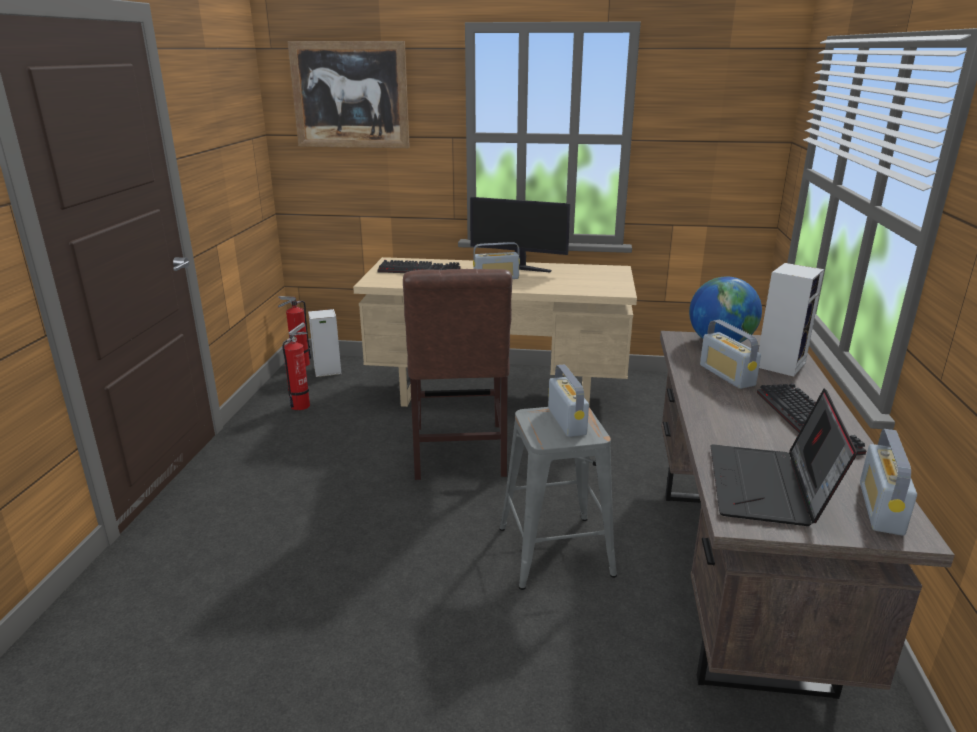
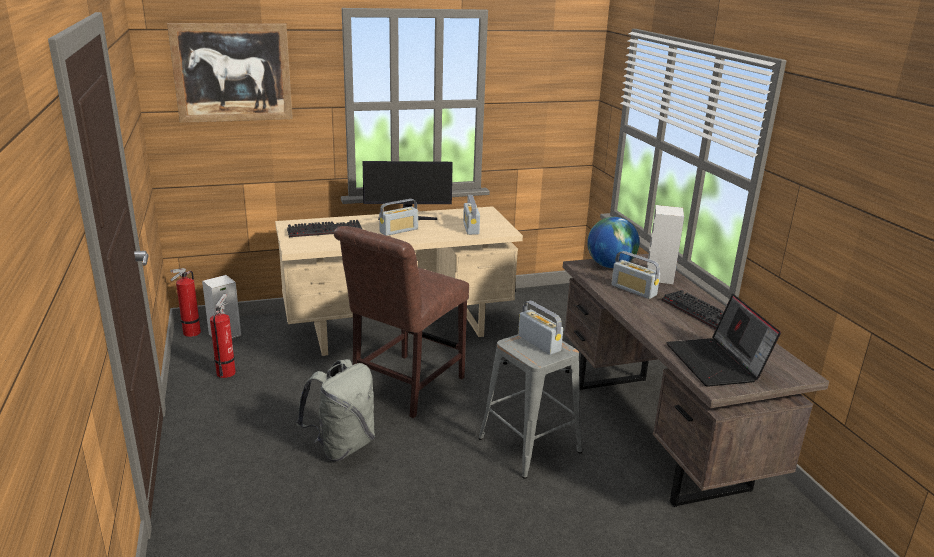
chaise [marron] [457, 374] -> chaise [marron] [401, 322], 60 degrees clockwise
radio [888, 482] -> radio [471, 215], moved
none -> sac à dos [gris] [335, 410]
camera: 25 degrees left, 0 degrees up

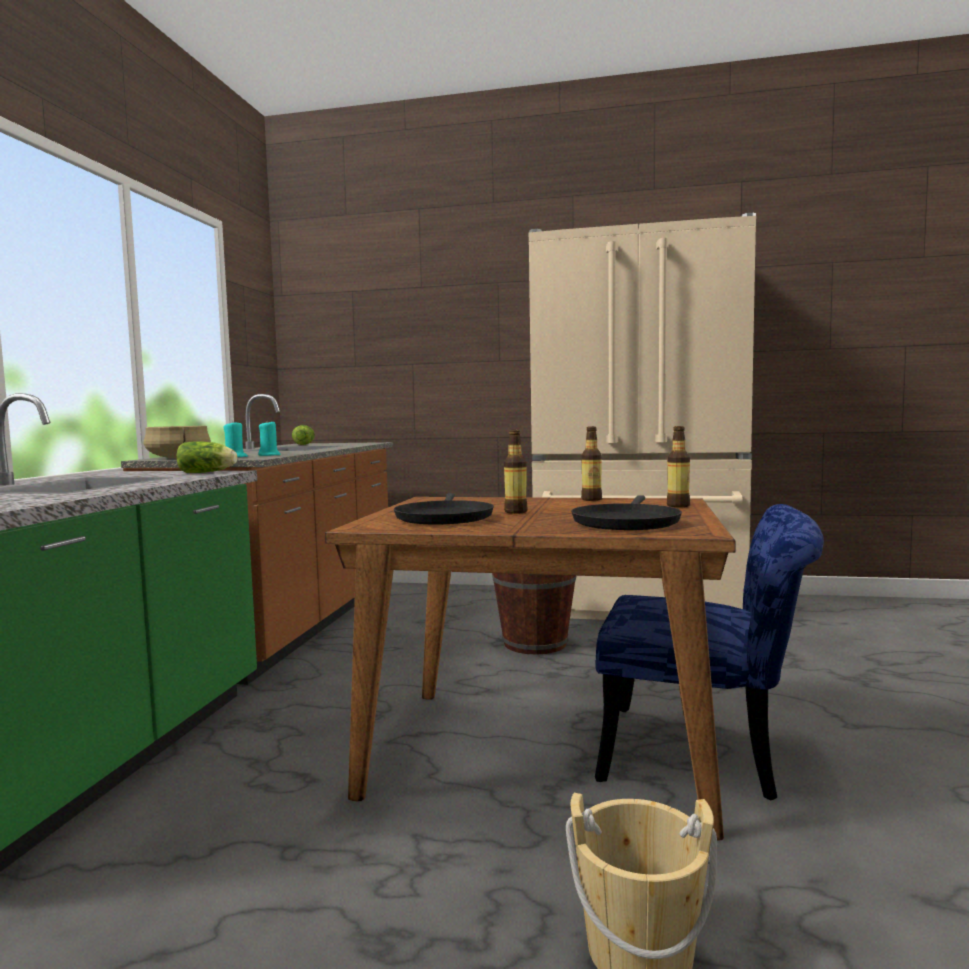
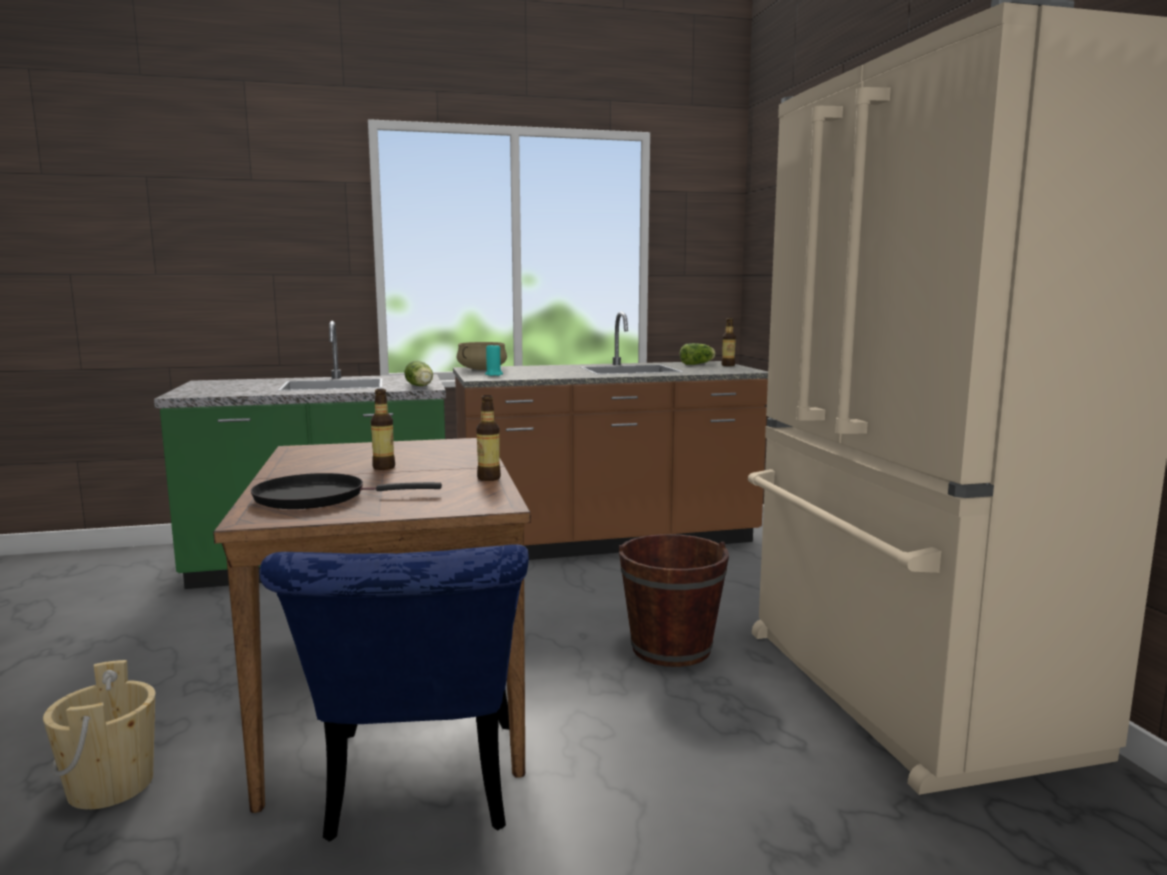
bougie [turquoise] [269, 438] -> none
poêle [noir] [444, 508] -> none
bouteille [678, 466] -> bouteille [728, 342], moved
camera: 65 degrees right, 5 degrees up

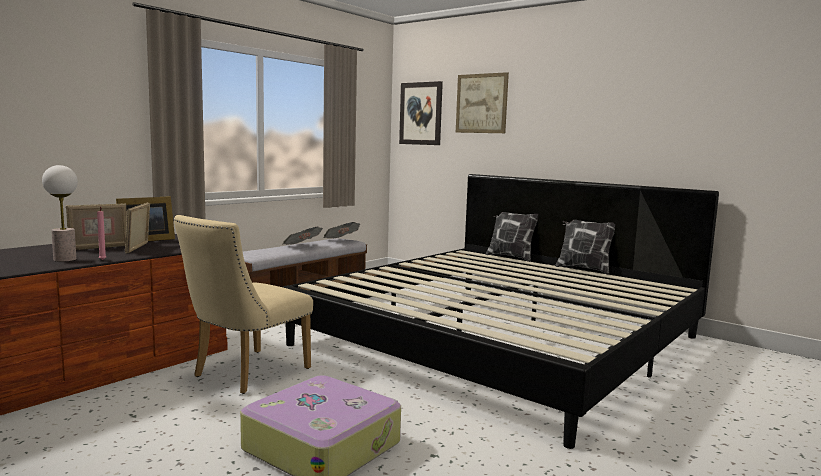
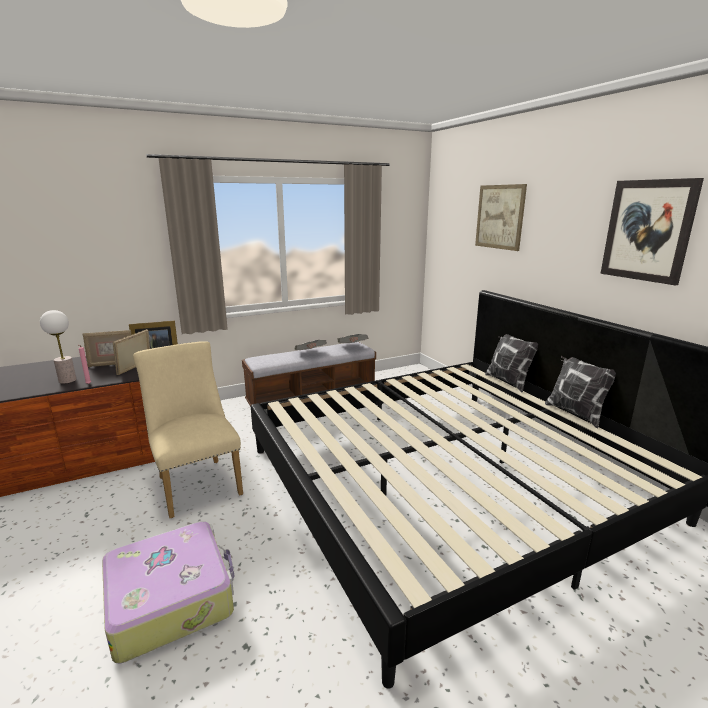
chaise [beige] [243, 304] -> chaise [beige] [188, 429], 90 degrees clockwise
tableau [421, 113] -> tableau [652, 231], moved
camera: 25 degrees right, 10 degrees up

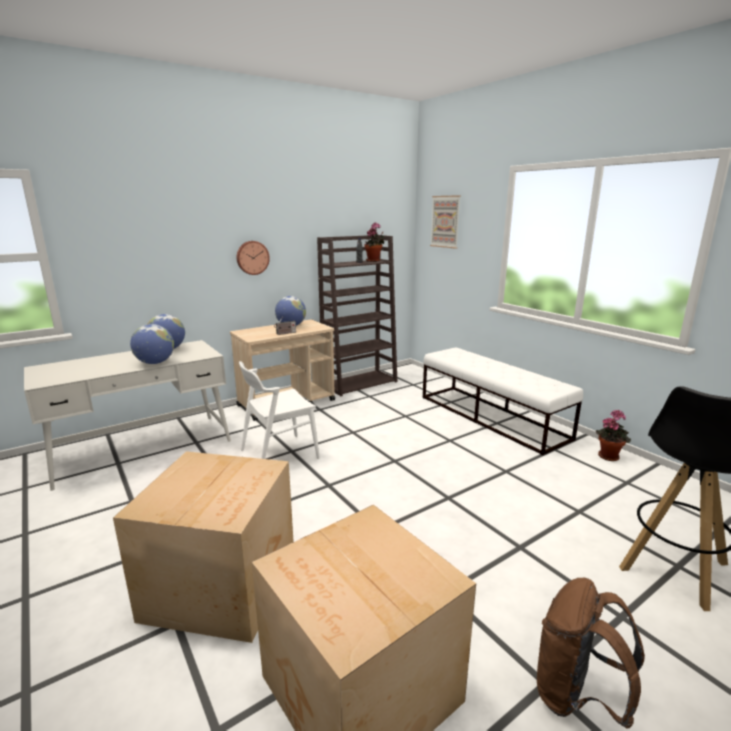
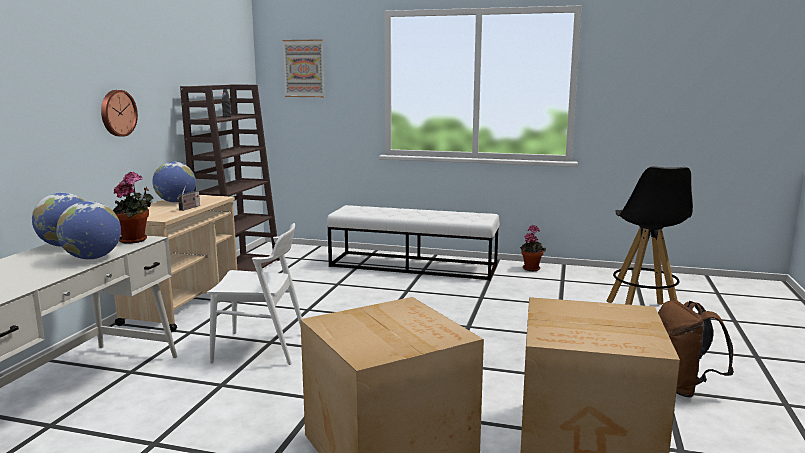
chaise [blanc] [279, 410] -> chaise [blanc] [254, 294], 105 degrees counterclockwise
plante en pot [374, 242] -> plante en pot [133, 208], moved
camera: 40 degrees left, 5 degrees down

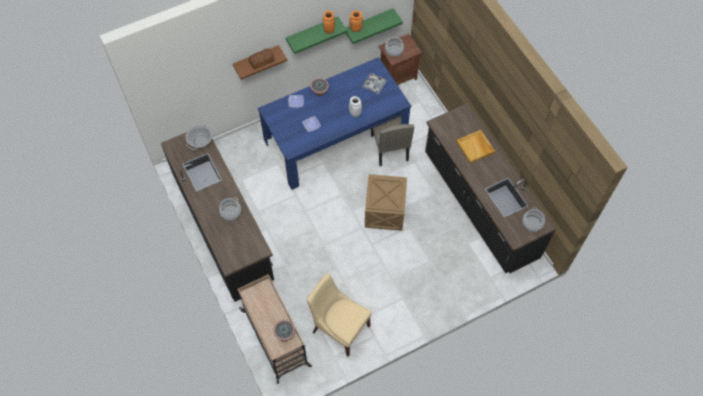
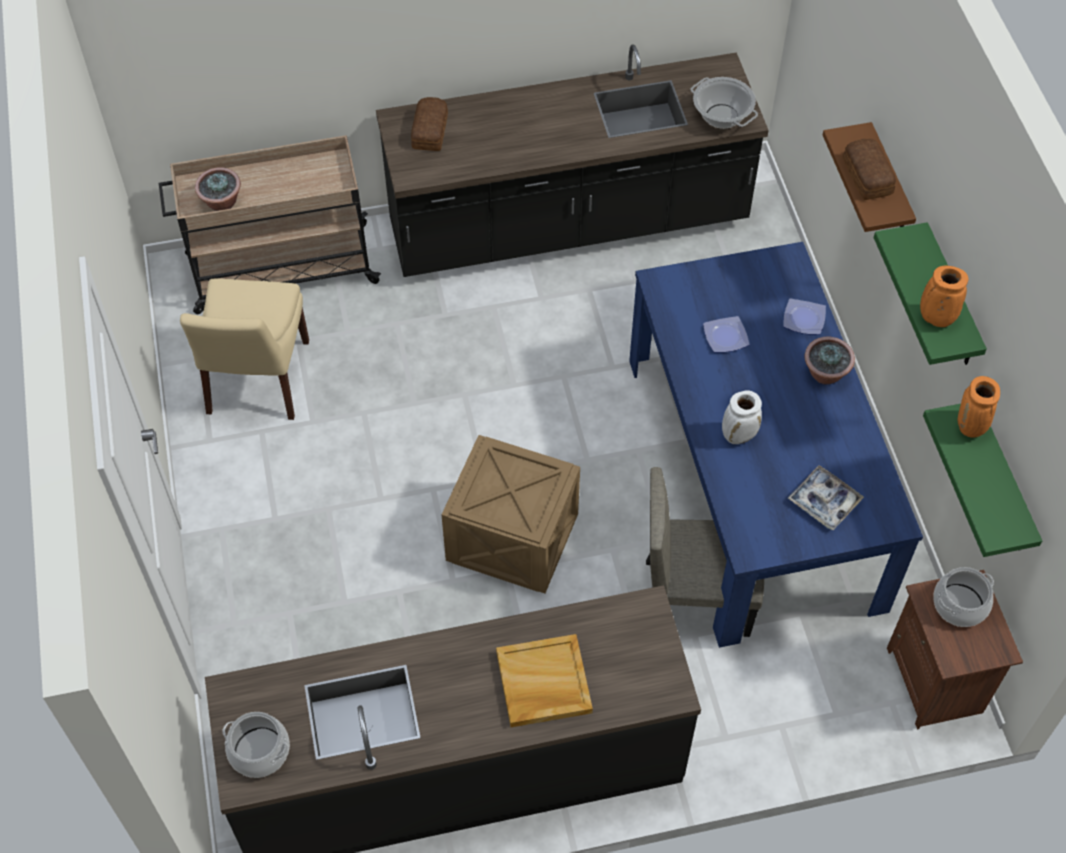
marmite [230, 209] -> none
chaise [beige] [339, 315] -> chaise [beige] [244, 349], 135 degrees clockwise
none -> pain [429, 124]
camera: 105 degrees right, 5 degrees down

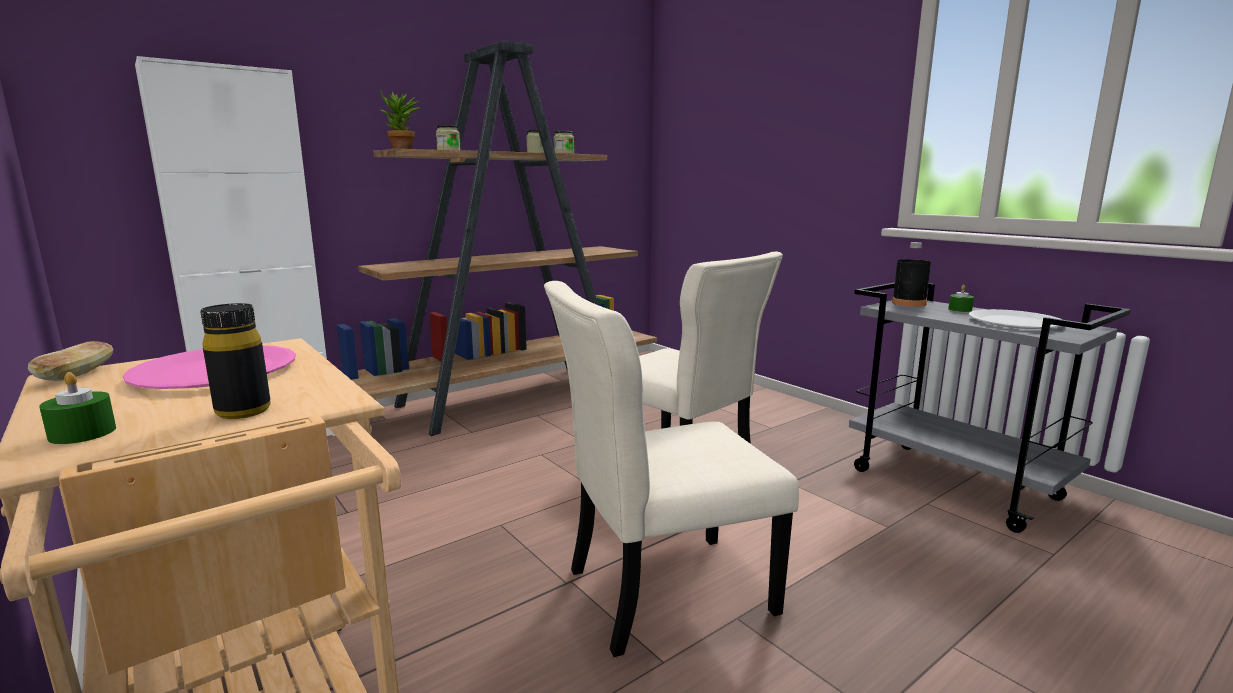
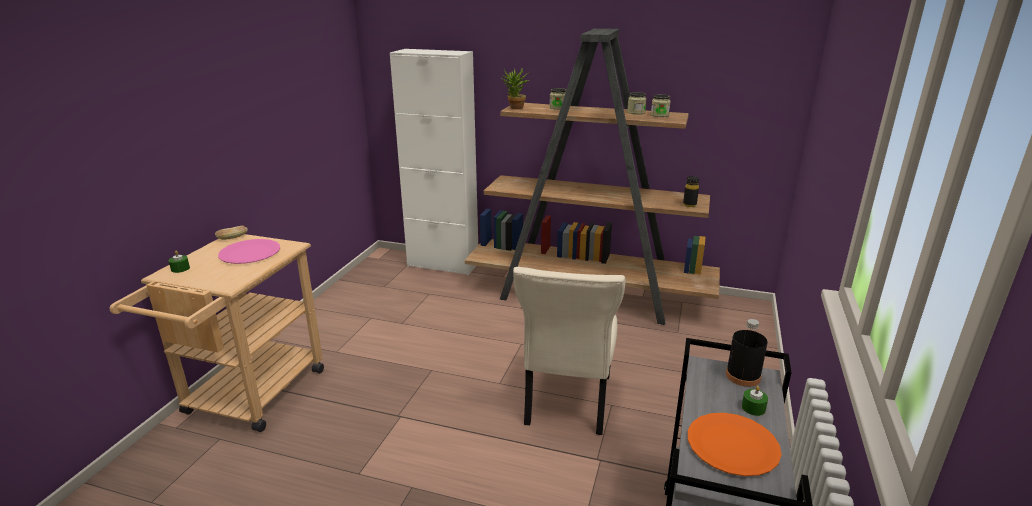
bouteille [noir] [236, 361] -> bouteille [noir] [691, 191], moved
chaise [beige] [671, 469] -> none
assiette [blanc] [1015, 319] -> assiette [orange] [735, 444]
camera: 55 degrees right, 10 degrees up

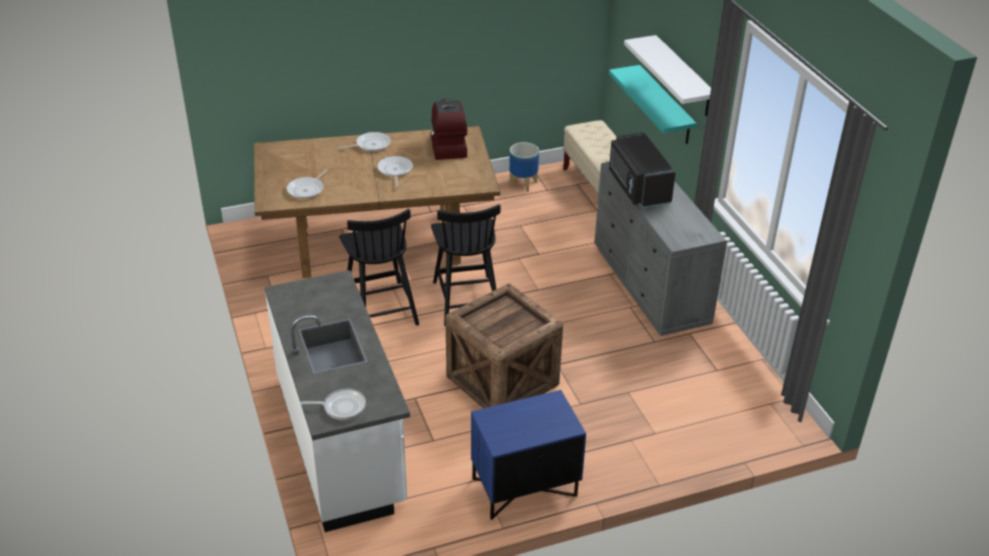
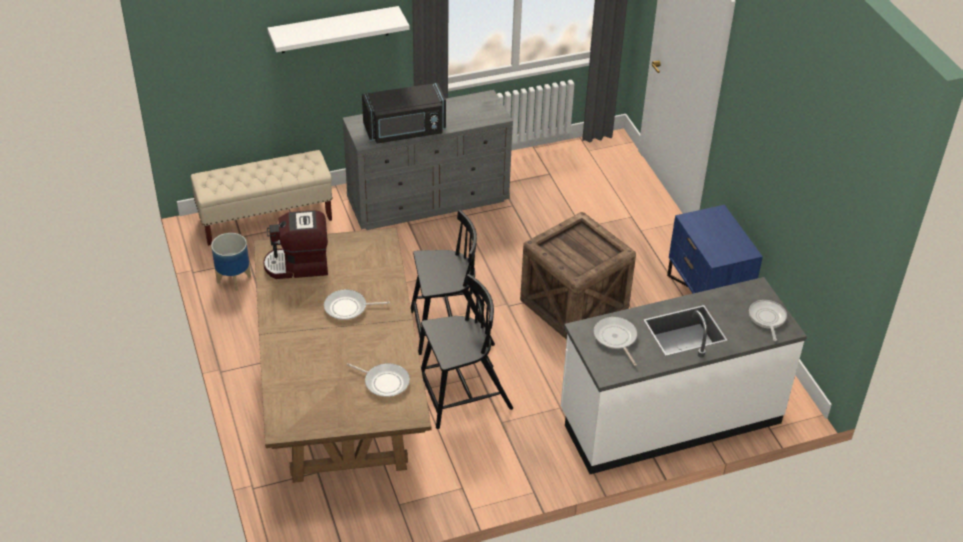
poêle [364, 142] -> poêle [615, 341], moved
étagère [turquoise] [652, 104] -> none
camera: 90 degrees left, 5 degrees up

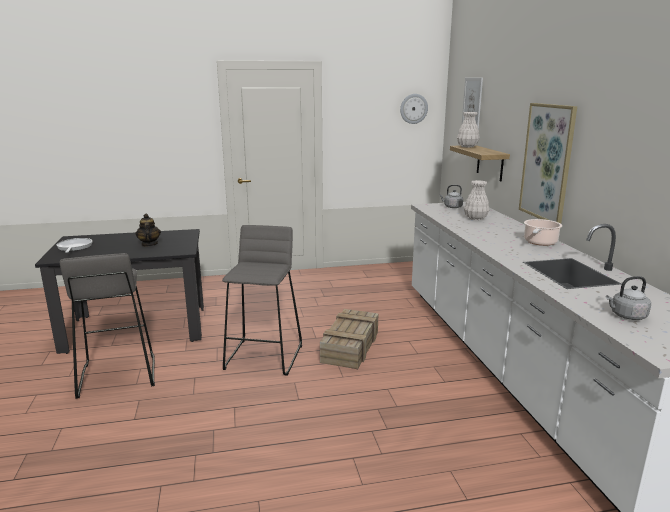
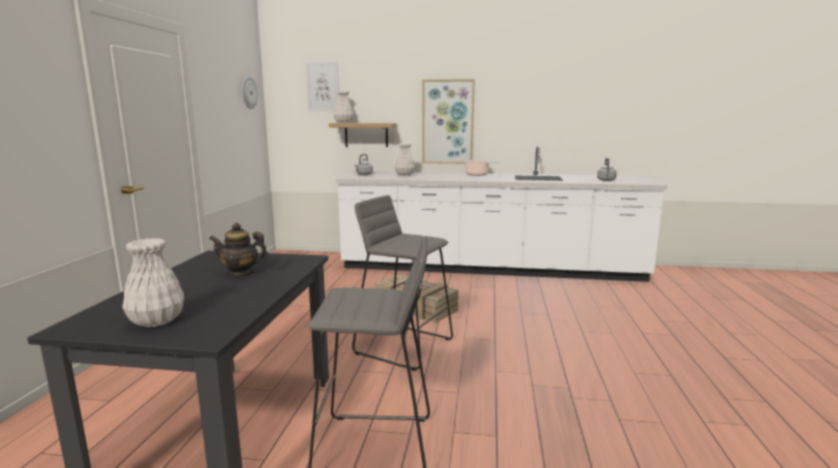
poêle [74, 245] -> vase [blanc] [153, 282]
camera: 70 degrees left, 5 degrees down

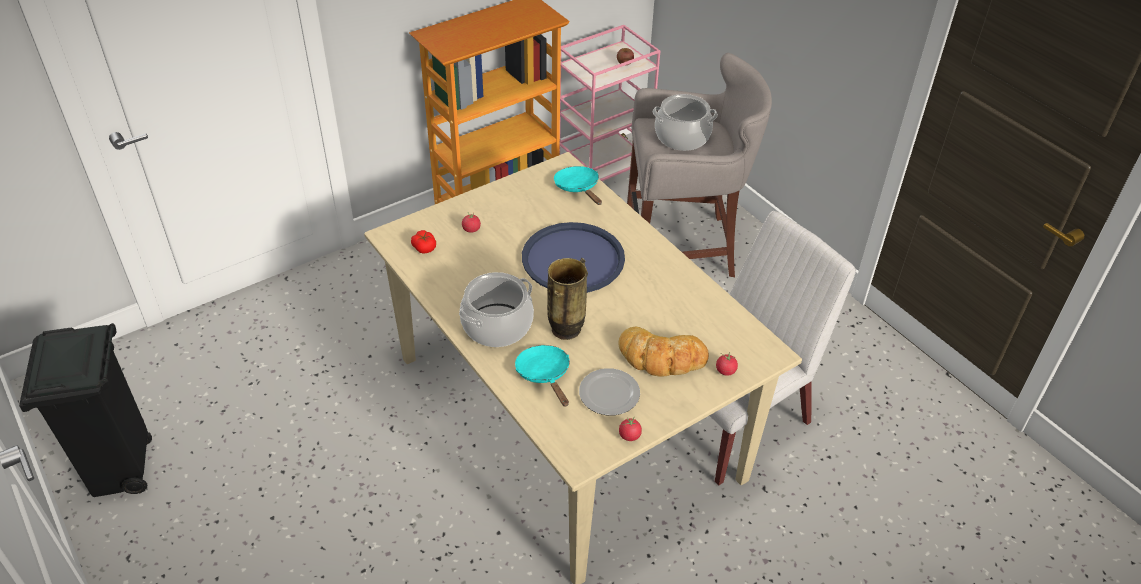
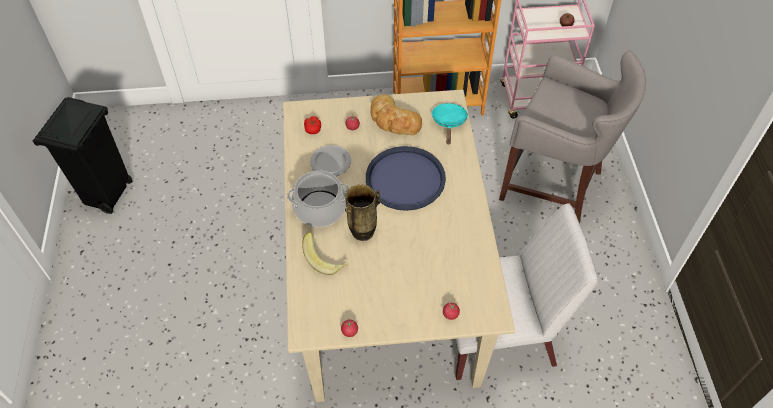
poêle [turquoise] [542, 376] -> banane [325, 253]
assiette [609, 391] -> assiette [330, 160], moved
pain [663, 352] -> pain [396, 114], moved
marmite [685, 122] -> none
camera: 30 degrees right, 10 degrees up

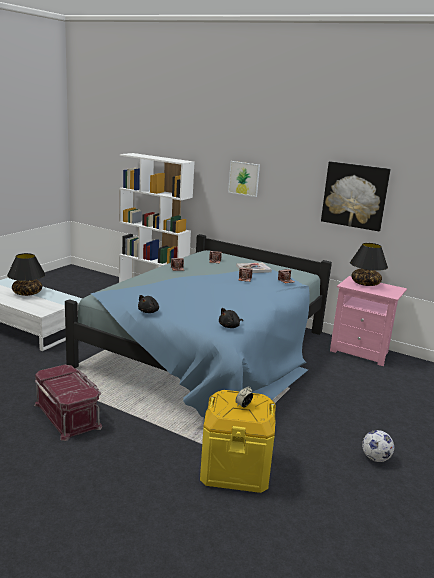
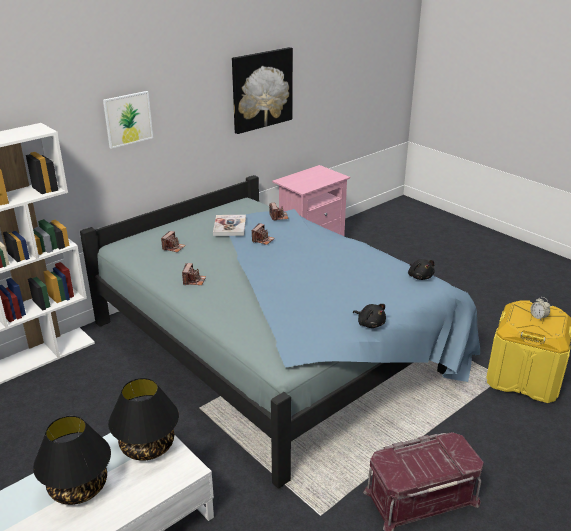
lampe de table [noir] [369, 264] -> lampe de table [noir] [143, 419], moved
ballon de foot [378, 446] -> none
camera: 70 degrees left, 10 degrees up

